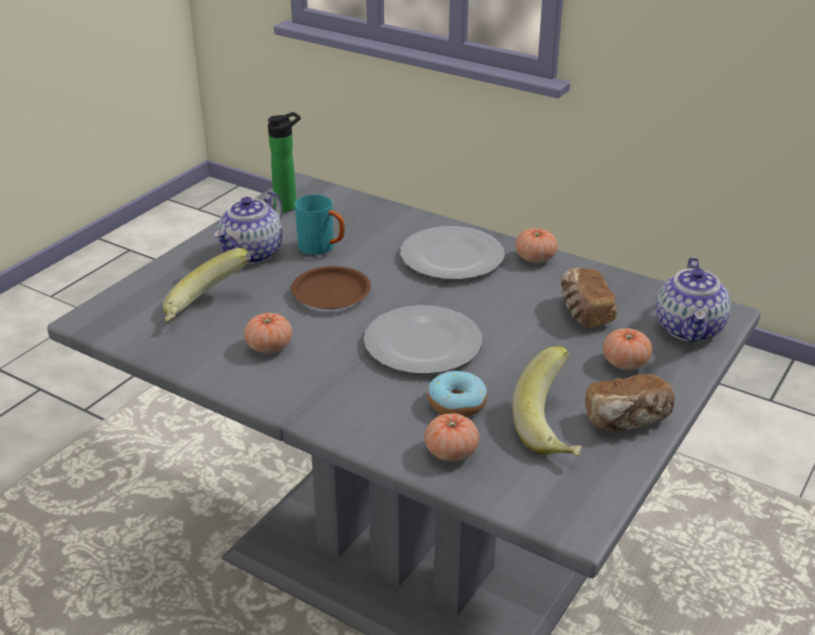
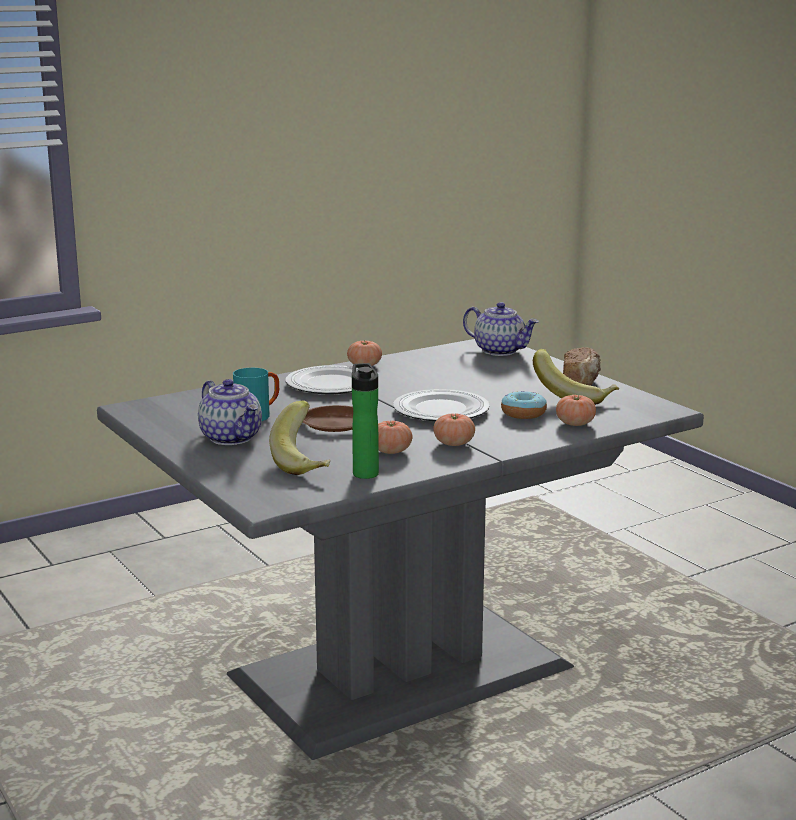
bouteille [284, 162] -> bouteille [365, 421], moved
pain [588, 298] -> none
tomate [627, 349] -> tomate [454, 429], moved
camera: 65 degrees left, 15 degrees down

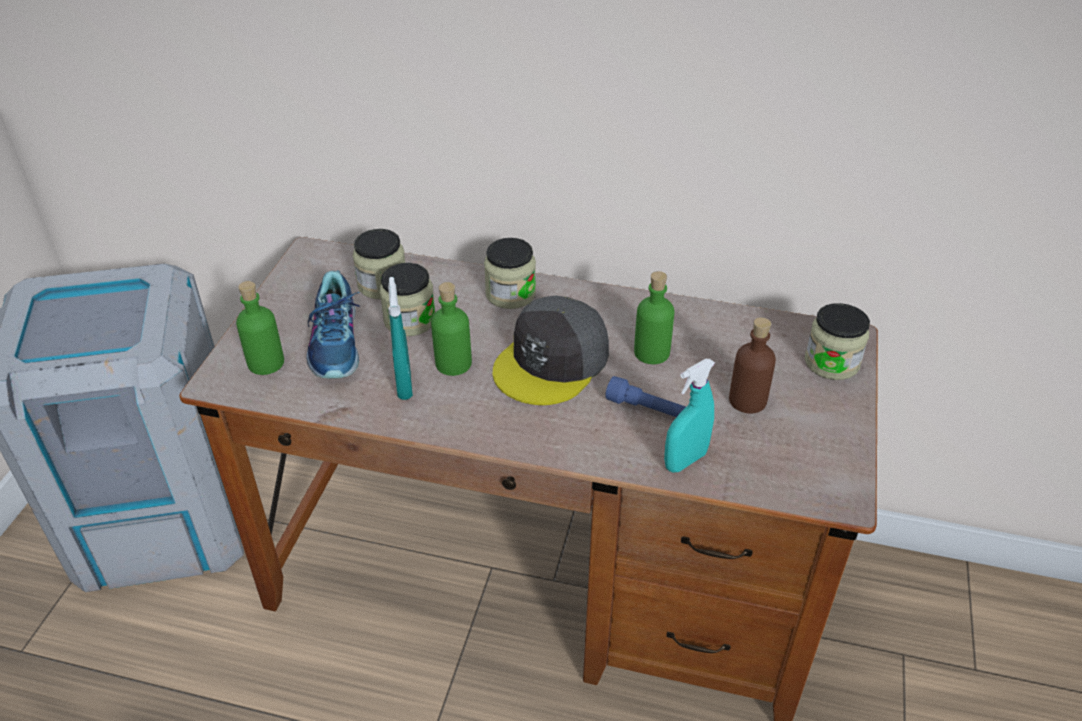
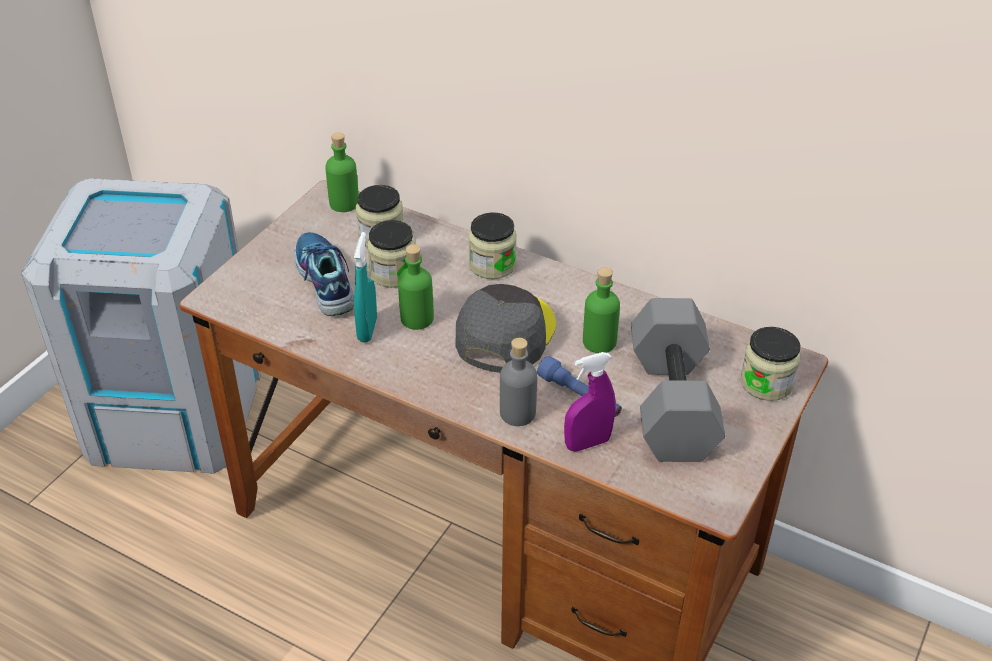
bouteille [vert] [260, 328] -> bouteille [vert] [342, 172], moved
chaussure [333, 324] -> chaussure [324, 274], 150 degrees clockwise
casquette [gris] [551, 350] -> casquette [gris] [505, 328], 150 degrees clockwise
vaporisateur [turquoise] [689, 416] -> vaporisateur [violet] [590, 402]
bouteille [marron] [752, 365] -> haltère [gris] [678, 380]
none -> bouteille [gris] [518, 382]
camera: 15 degrees right, 0 degrees up

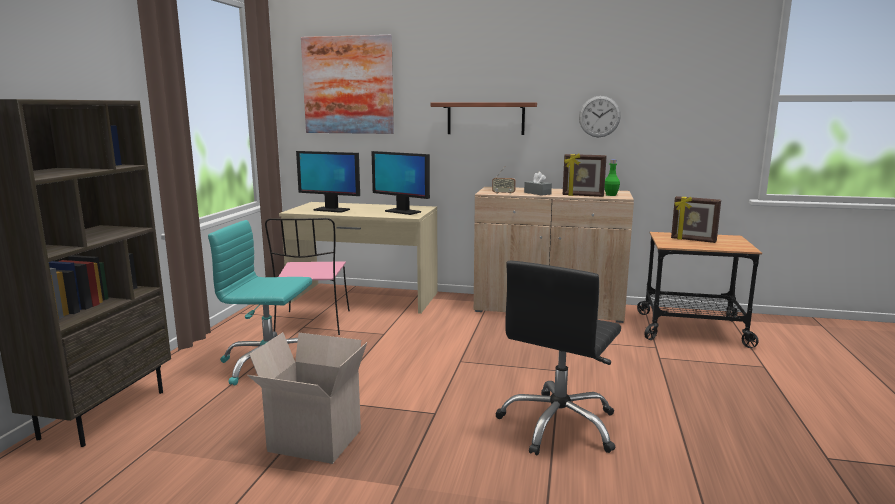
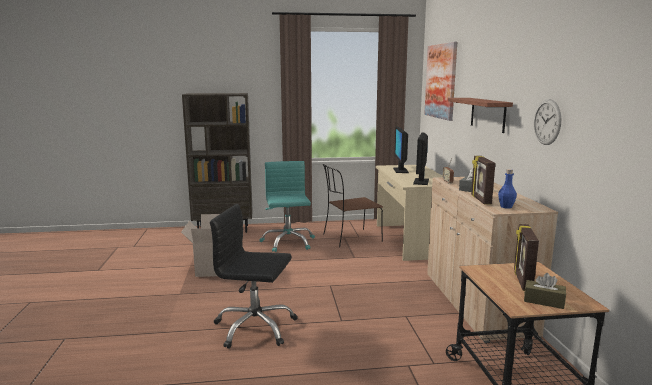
chaise [rose] [307, 276] -> chaise [marron] [353, 205]
bouteille [vert] [612, 178] -> bouteille [bleu] [507, 189]
none -> boîte à mouchoirs [marron] [545, 291]
camera: 70 degrees right, 0 degrees up

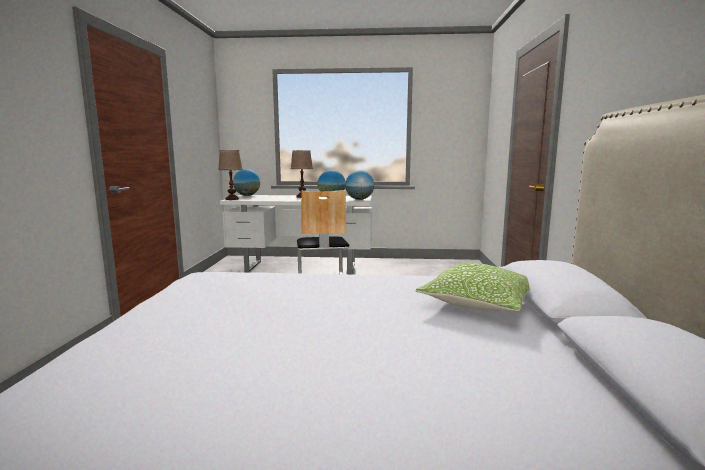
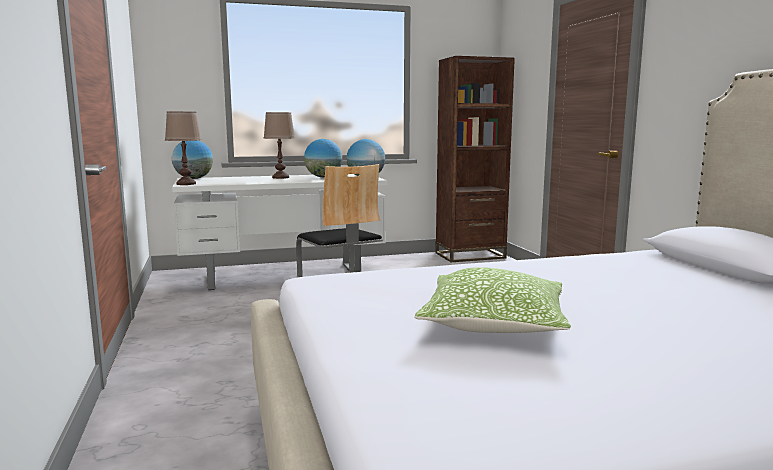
coussin [472, 287] -> coussin [492, 300], moved
none -> bibliothèque [marron] [475, 159]
camera: 20 degrees left, 0 degrees up

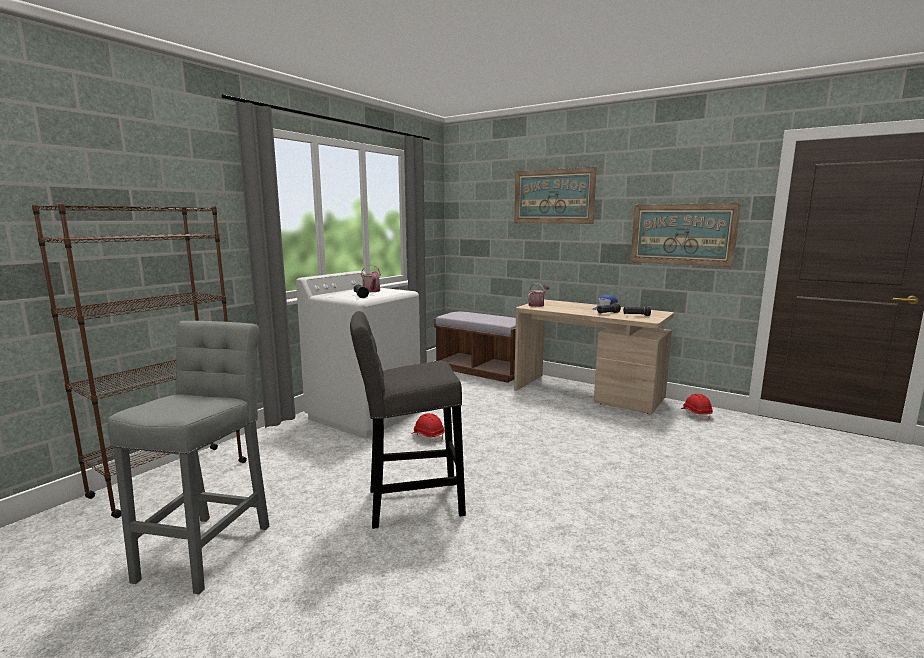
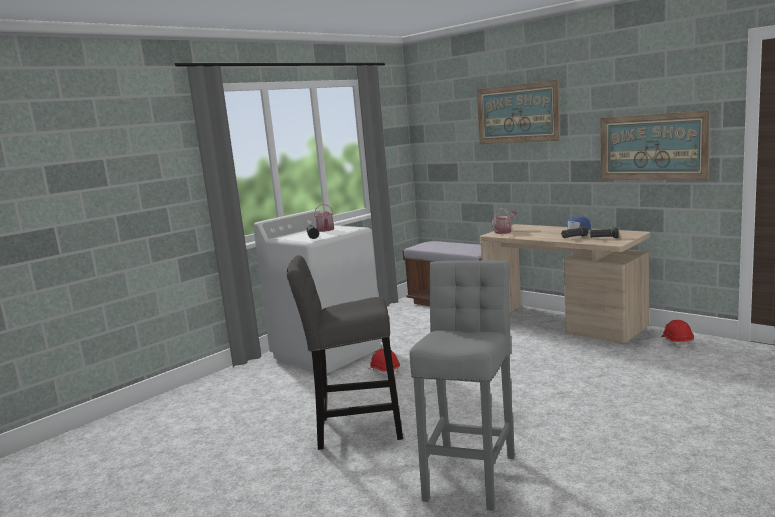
bibliothèque [marron] [139, 361] -> none
tabouret [gris] [188, 457] -> tabouret [gris] [462, 385], moved
camera: 10 degrees right, 0 degrees up

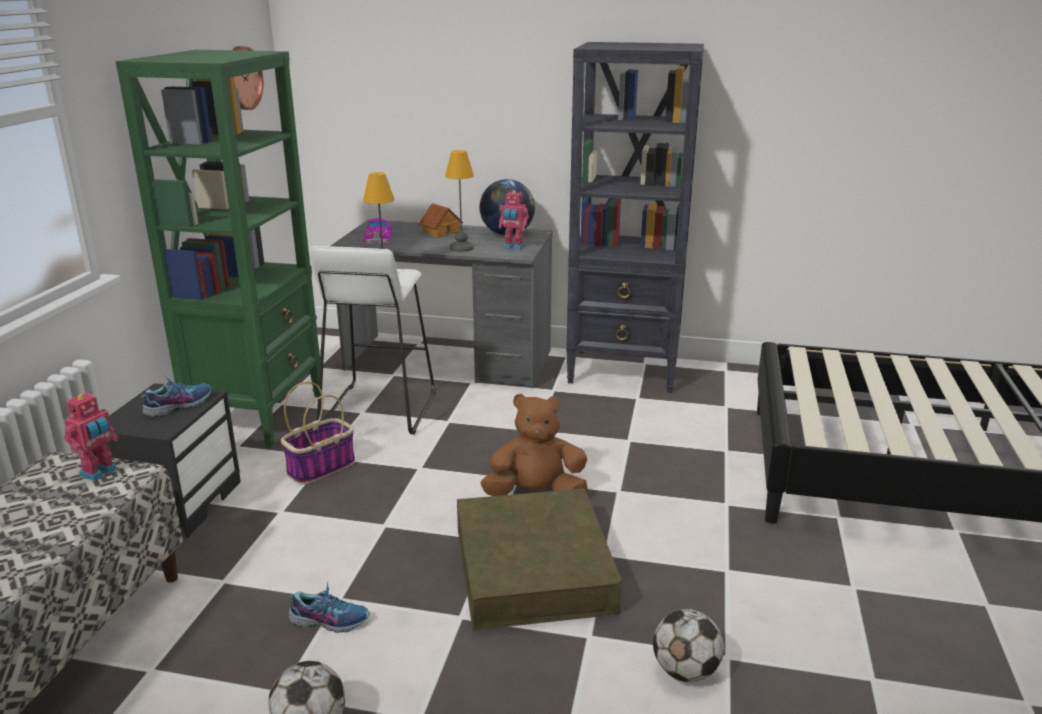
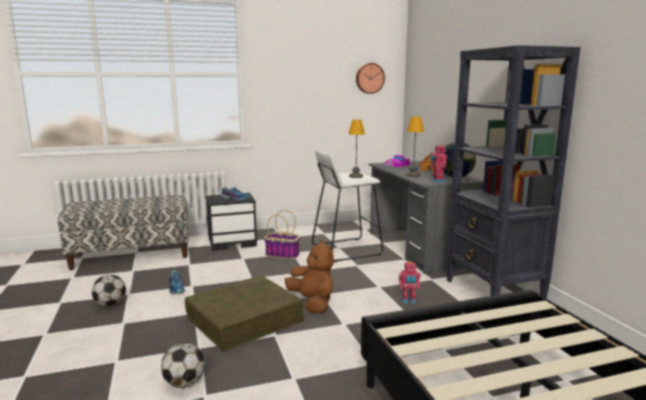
robot jouet [91, 436] -> robot jouet [409, 282], moved
bibliothèque [vert] [217, 249] -> none
camera: 60 degrees right, 10 degrees down

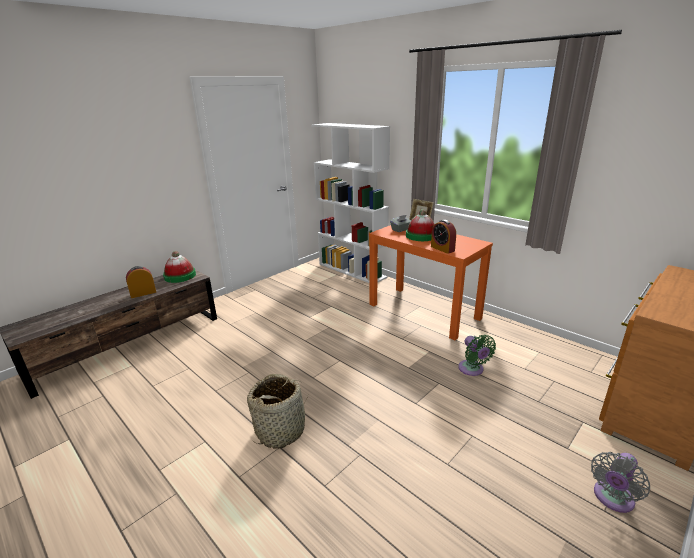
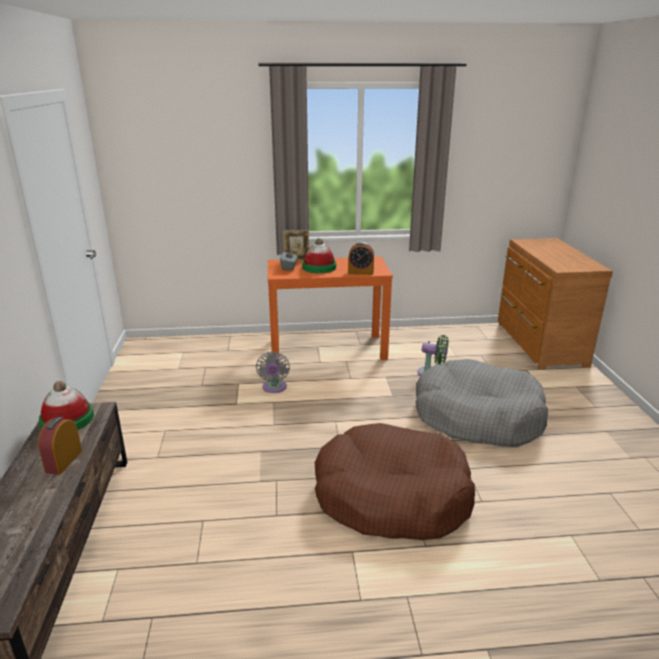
panier [277, 411] -> panier pour chien [marron] [395, 481]
bibliothèque [blanc] [351, 203] -> none
ventilateur [gris] [620, 482] -> ventilateur [gris] [273, 372], moved
none -> panier pour chien [gris] [481, 403]
camera: 50 degrees left, 0 degrees up

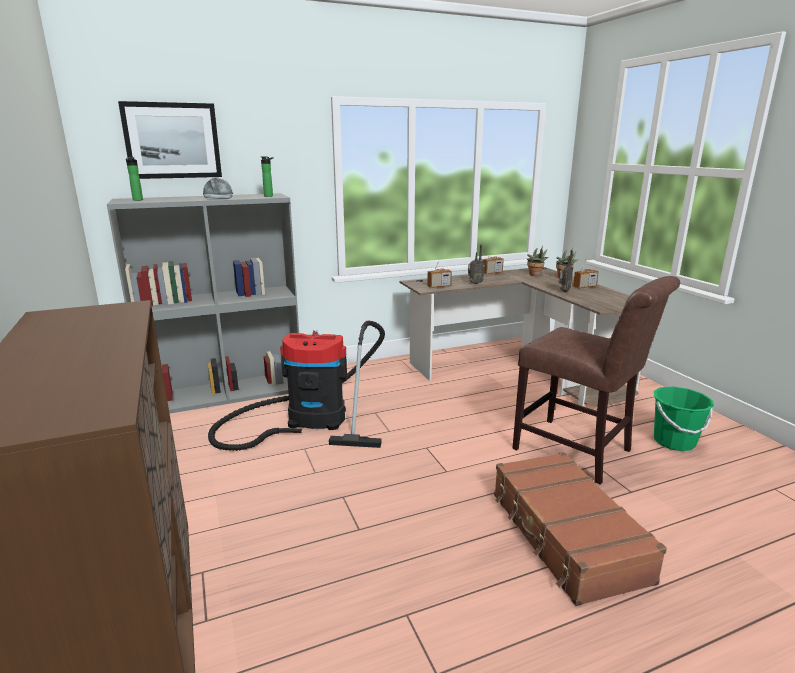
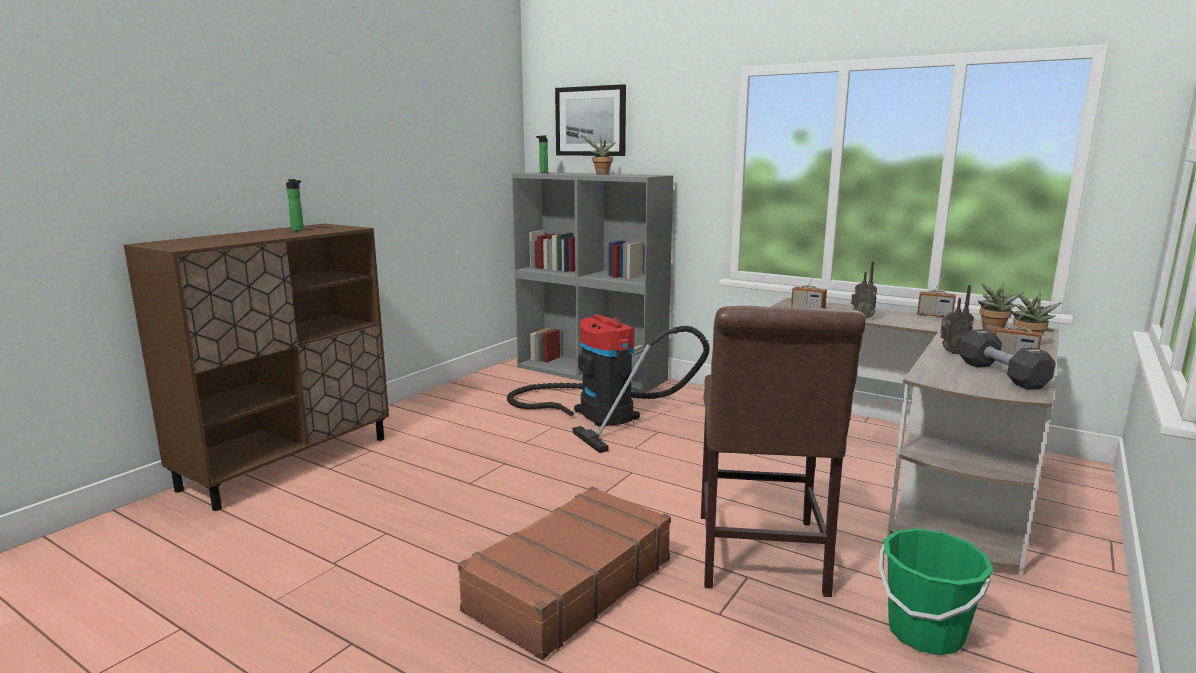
casquette [gris] [218, 188] -> plante en pot [598, 155]
bouteille [267, 176] -> bouteille [295, 205], moved
none -> haltère [noir] [1007, 359]
camera: 55 degrees right, 5 degrees down

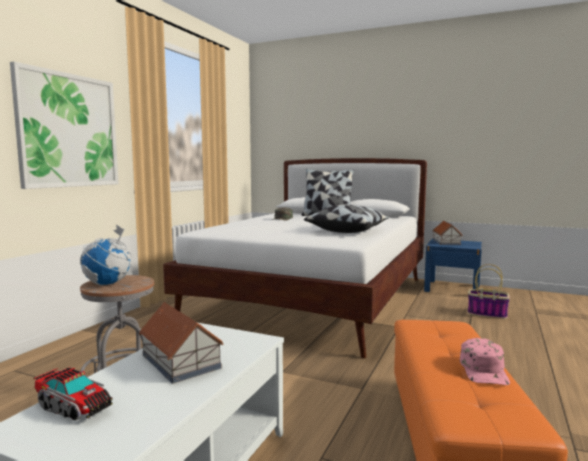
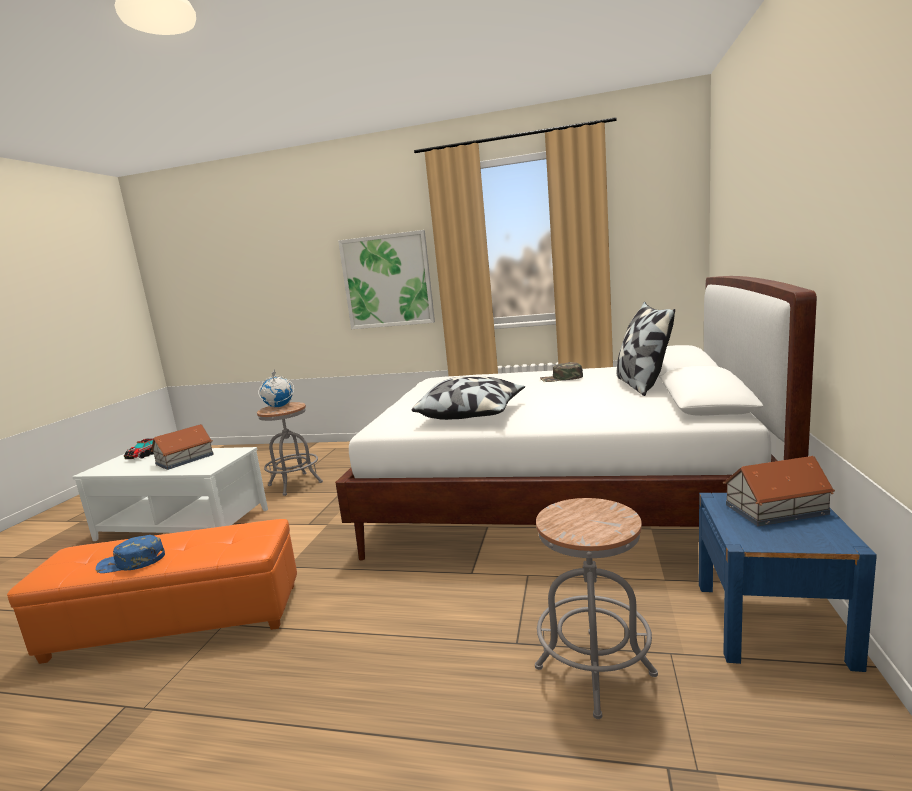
casquette [rose] [485, 361] -> casquette [bleu] [130, 554]
panier [489, 291] -> tabouret [gris] [596, 608]
camera: 80 degrees right, 5 degrees up

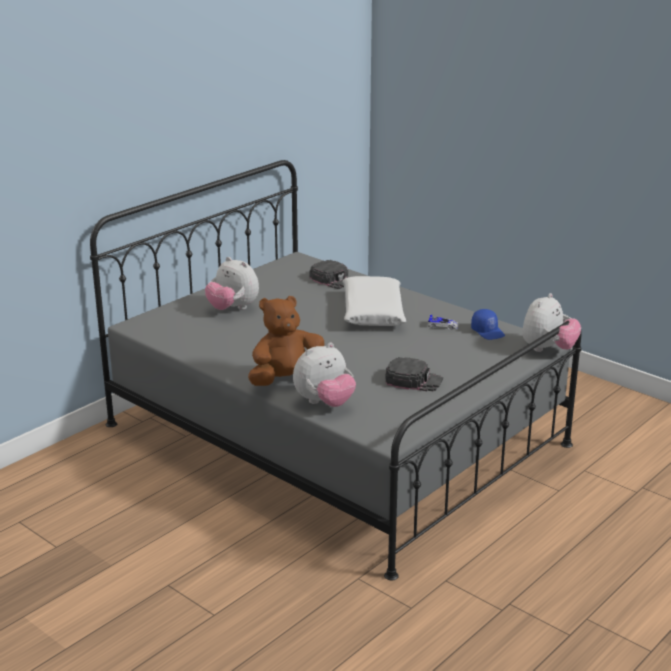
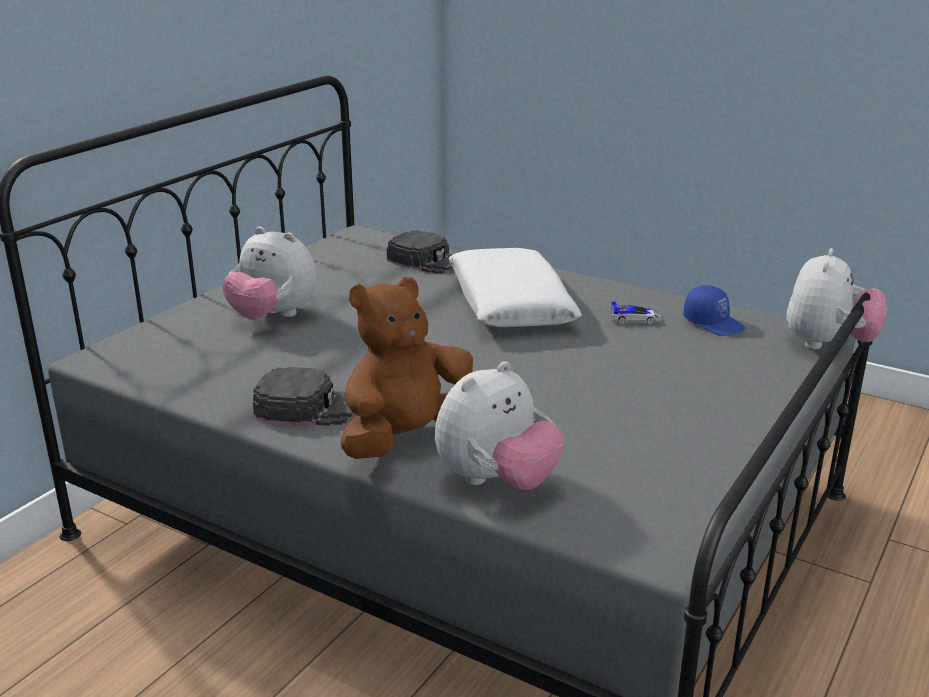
casquette [noir] [414, 374] -> casquette [noir] [303, 396], moved
camera: 10 degrees left, 0 degrees up

